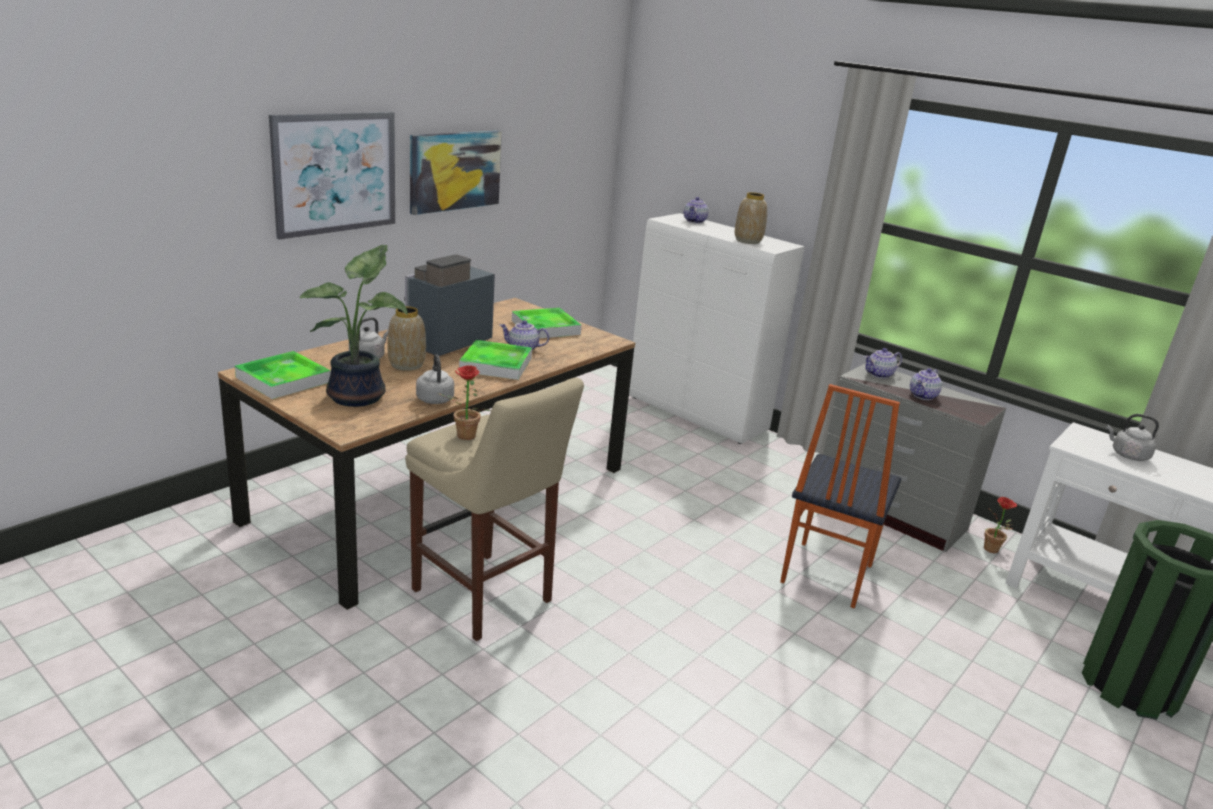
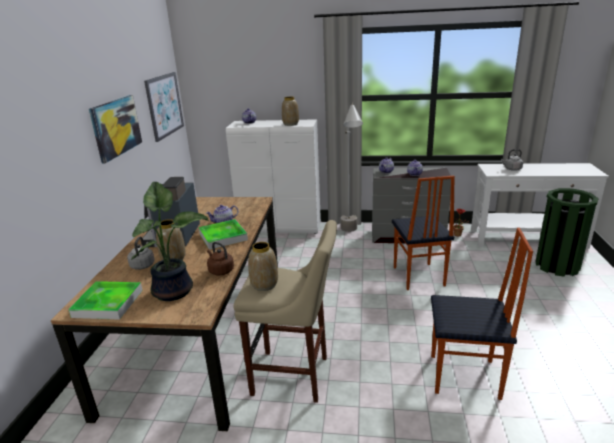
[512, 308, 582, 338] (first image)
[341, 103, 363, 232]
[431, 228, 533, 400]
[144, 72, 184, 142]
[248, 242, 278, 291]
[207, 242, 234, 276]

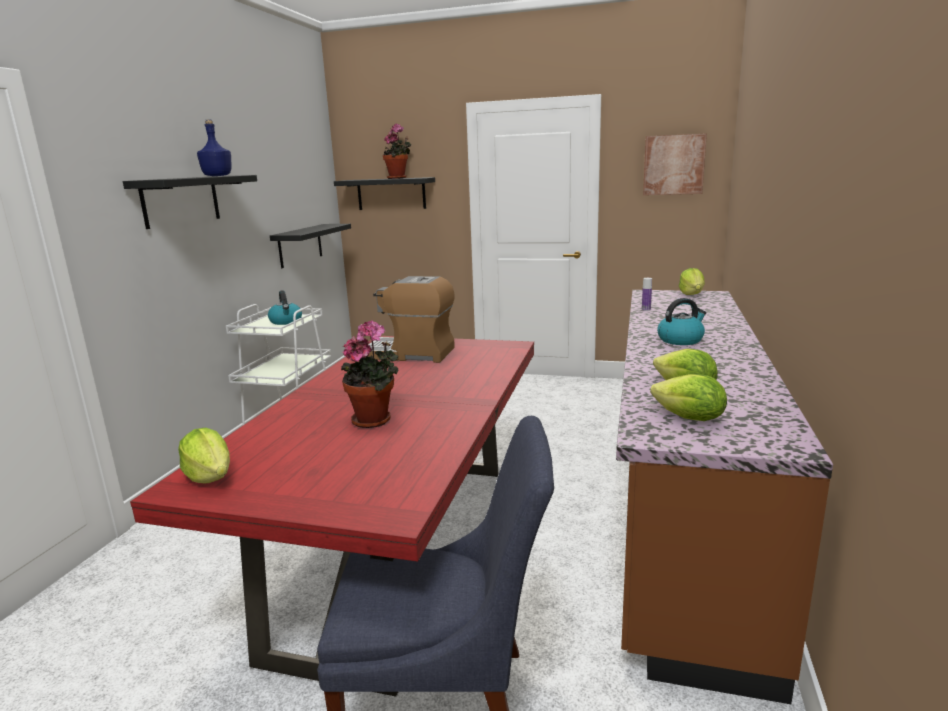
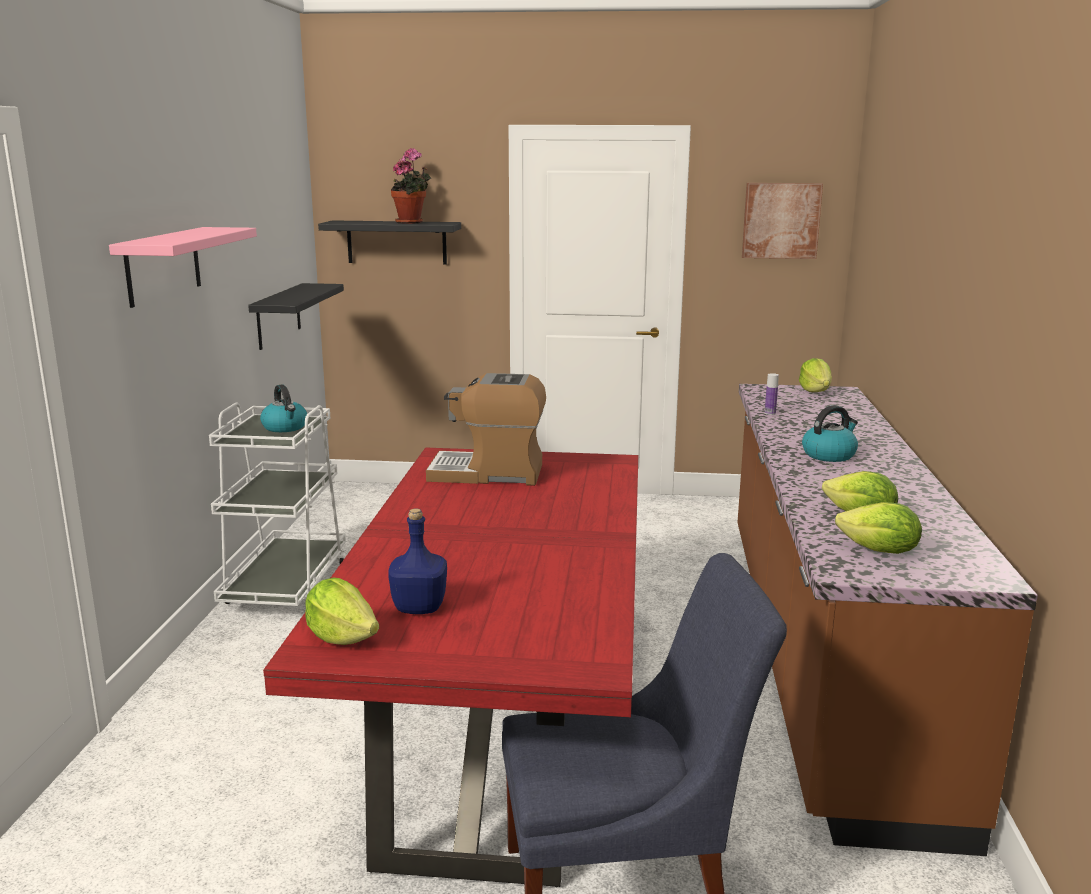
[341, 320, 399, 428] (first image)
[388, 508, 447, 614]
[109, 227, 257, 308]

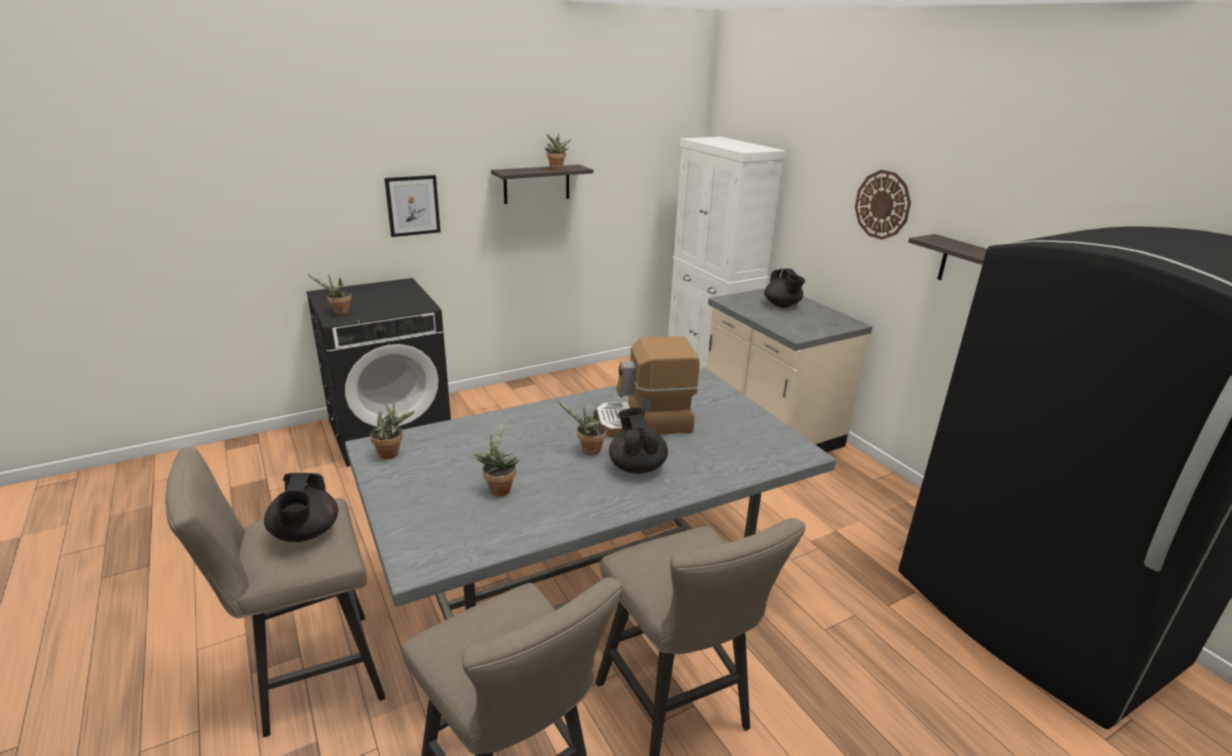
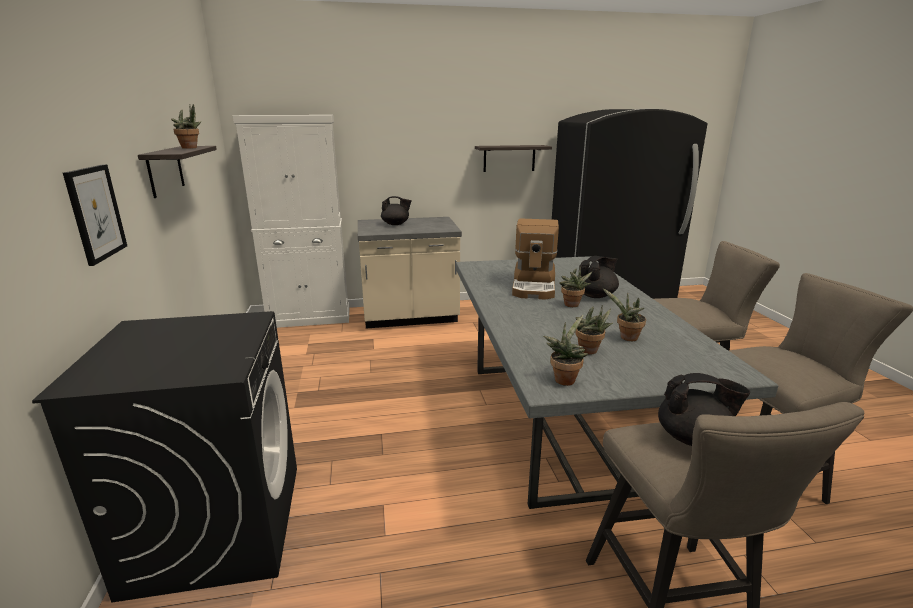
[855, 170, 911, 240] (first image)
[576, 305, 613, 355]
[577, 256, 619, 298]

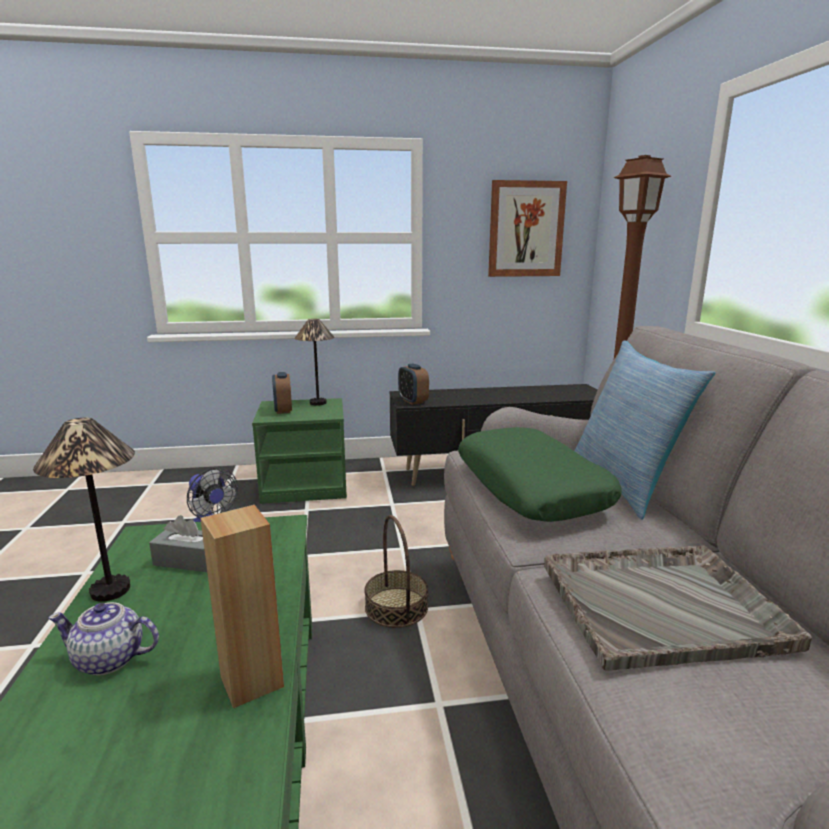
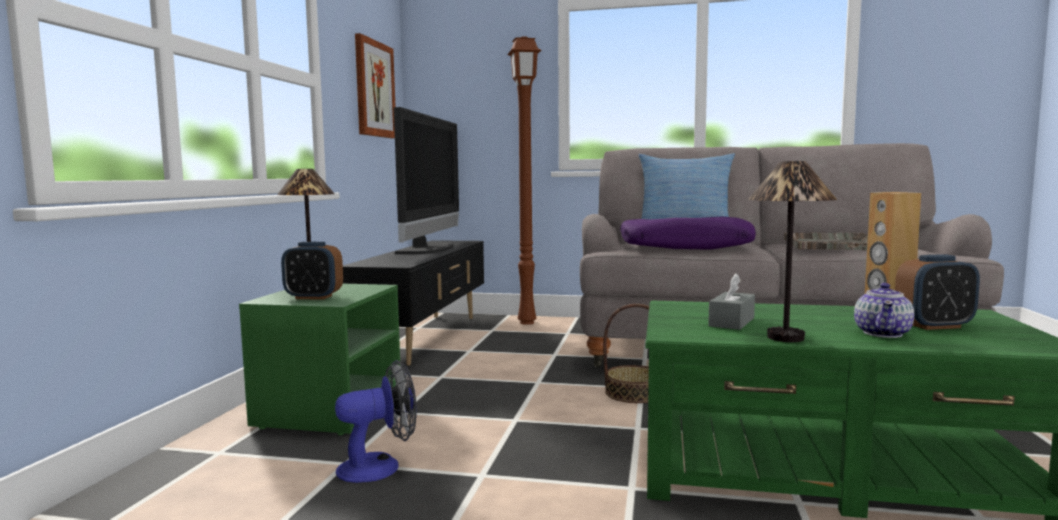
[394, 107, 459, 254]
[895, 255, 980, 330]
[620, 217, 756, 250]

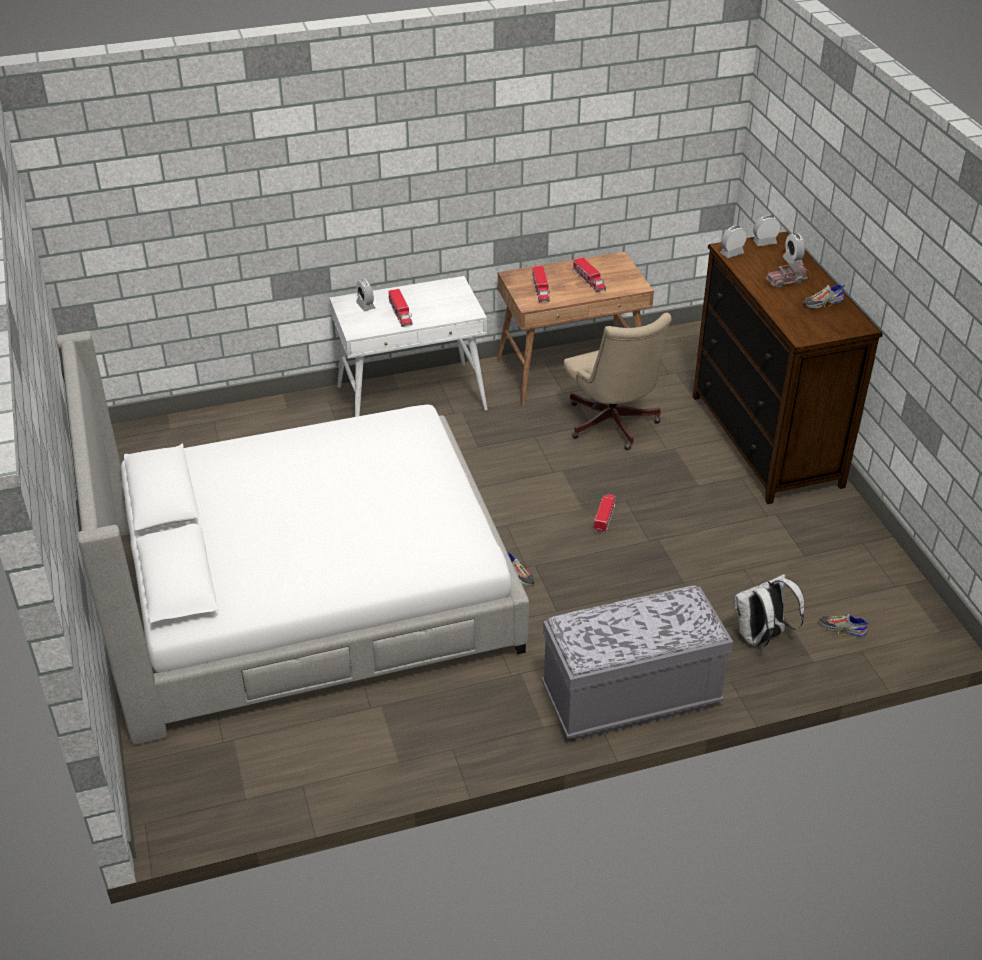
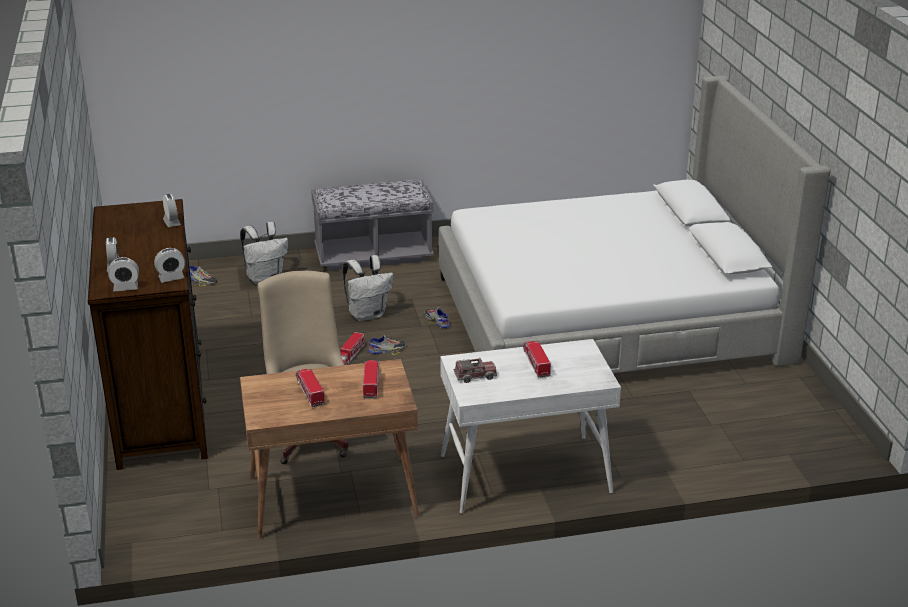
[343, 255, 393, 321]
[163, 194, 181, 227]
[453, 358, 497, 383]
[368, 335, 406, 355]

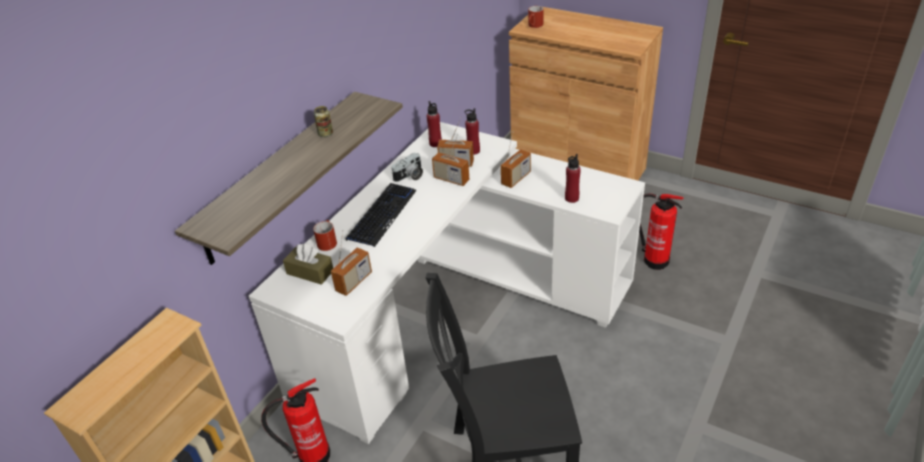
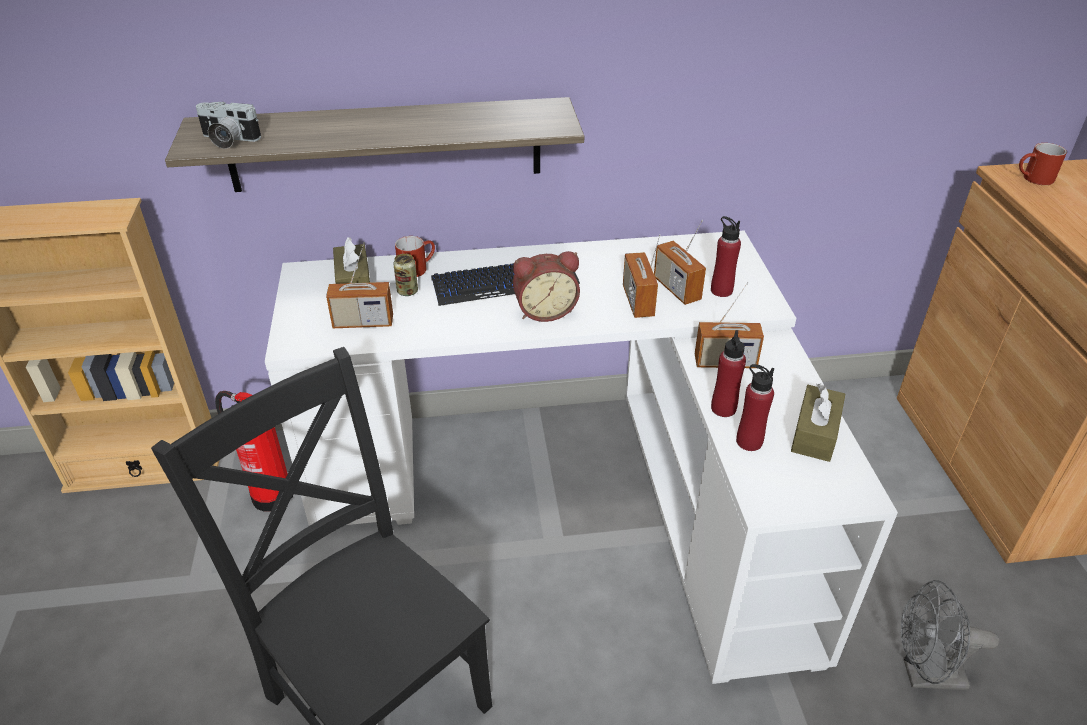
[513, 251, 580, 322]
[791, 383, 845, 462]
[393, 254, 418, 296]
[196, 102, 261, 149]
[711, 330, 746, 417]
[901, 580, 999, 690]

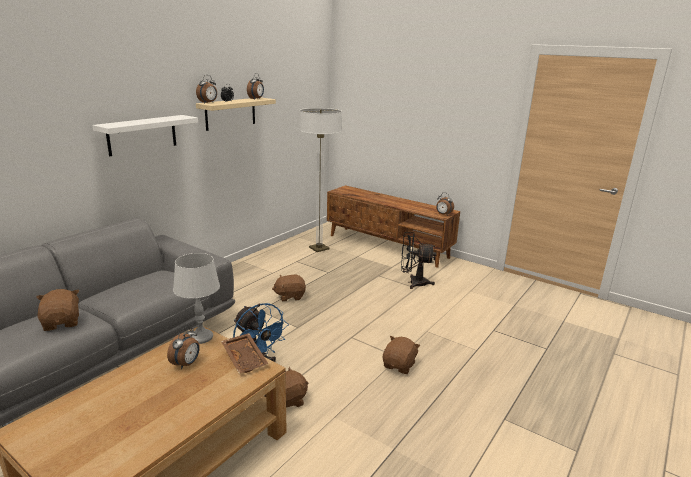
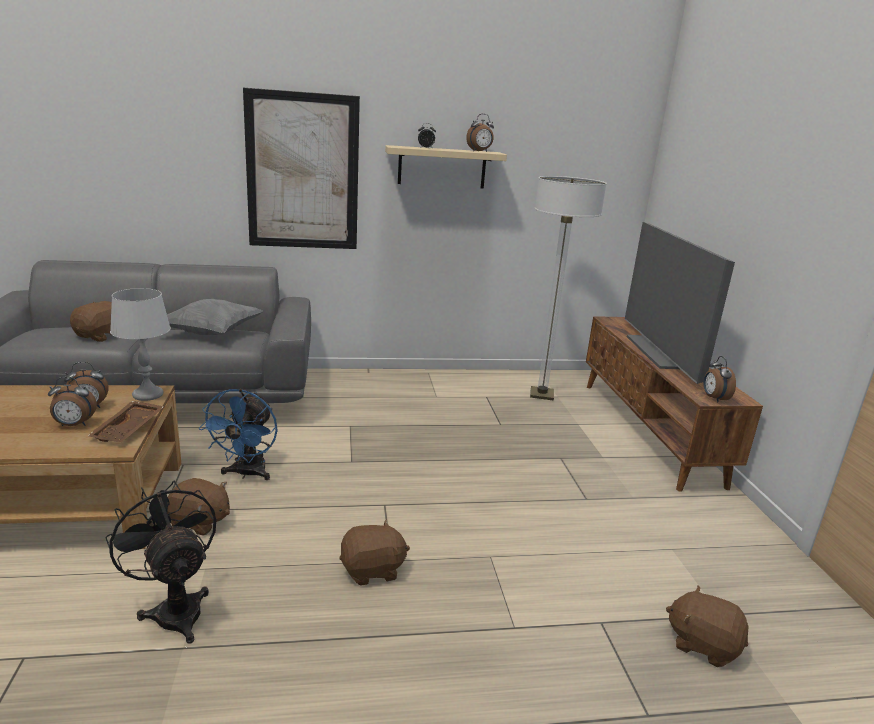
[167, 299, 263, 335]
[625, 222, 735, 384]
[48, 377, 97, 426]
[666, 585, 749, 667]
[105, 480, 216, 644]
[243, 88, 360, 249]

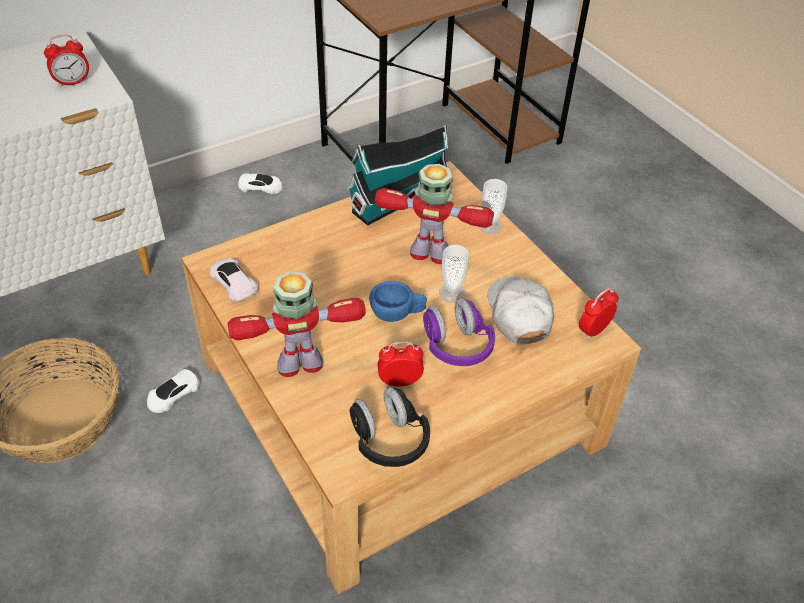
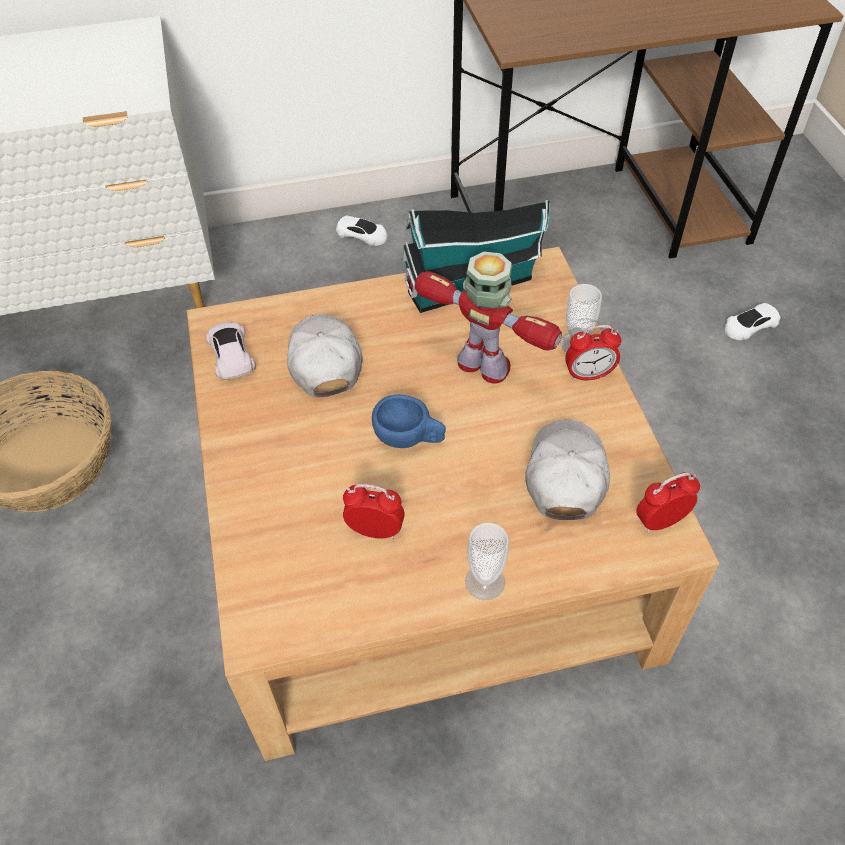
[227, 271, 366, 377] (first image)
[350, 387, 430, 467] (first image)
[423, 298, 495, 366] (first image)
[287, 314, 363, 397]
[565, 325, 621, 381]
[724, 303, 780, 340]
[465, 523, 509, 600]

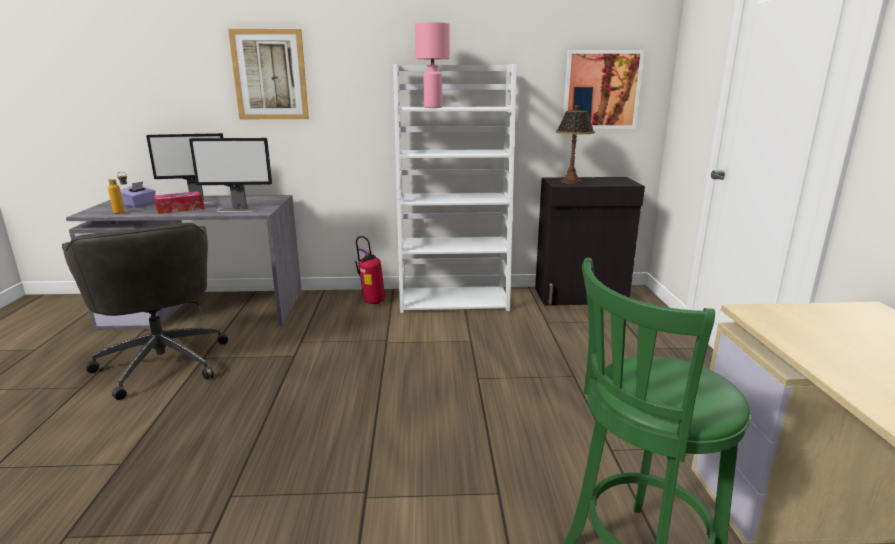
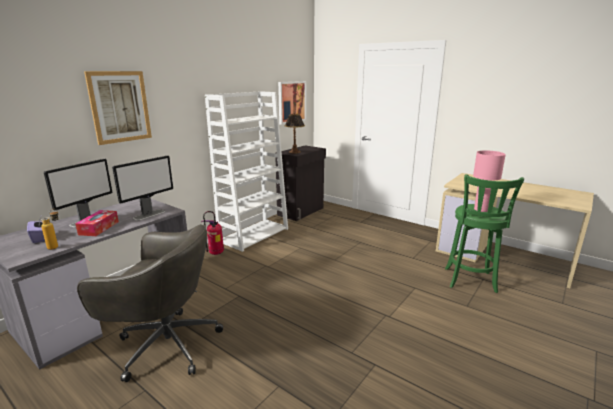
[473, 150, 506, 212]

